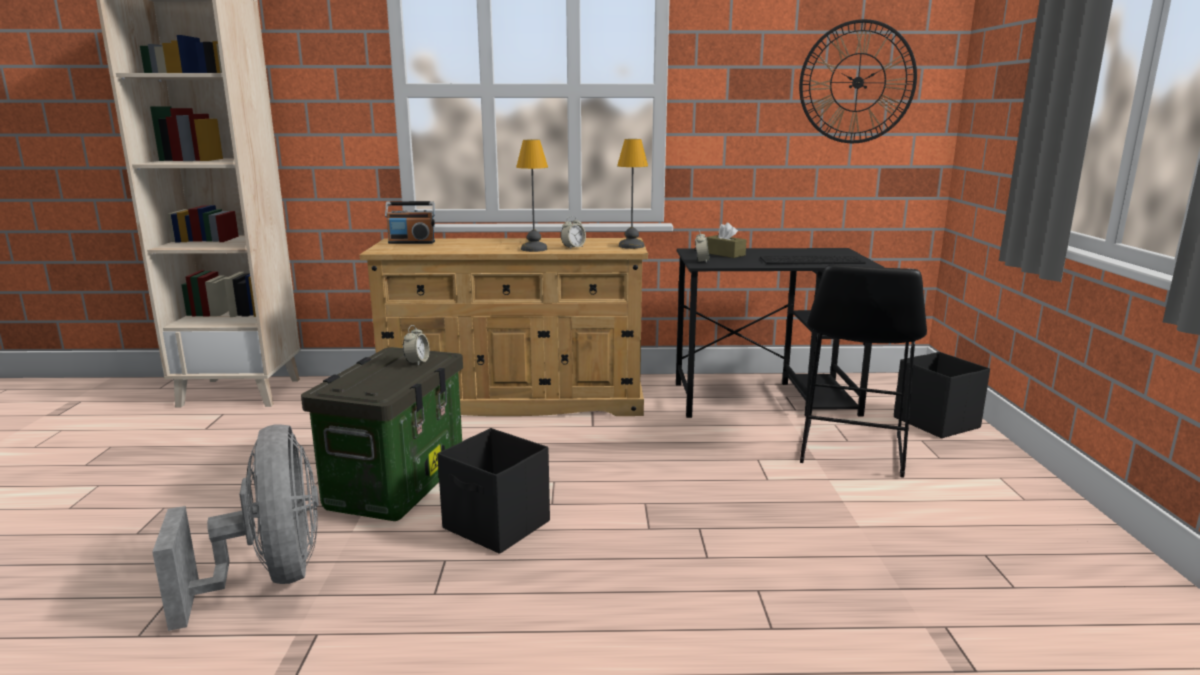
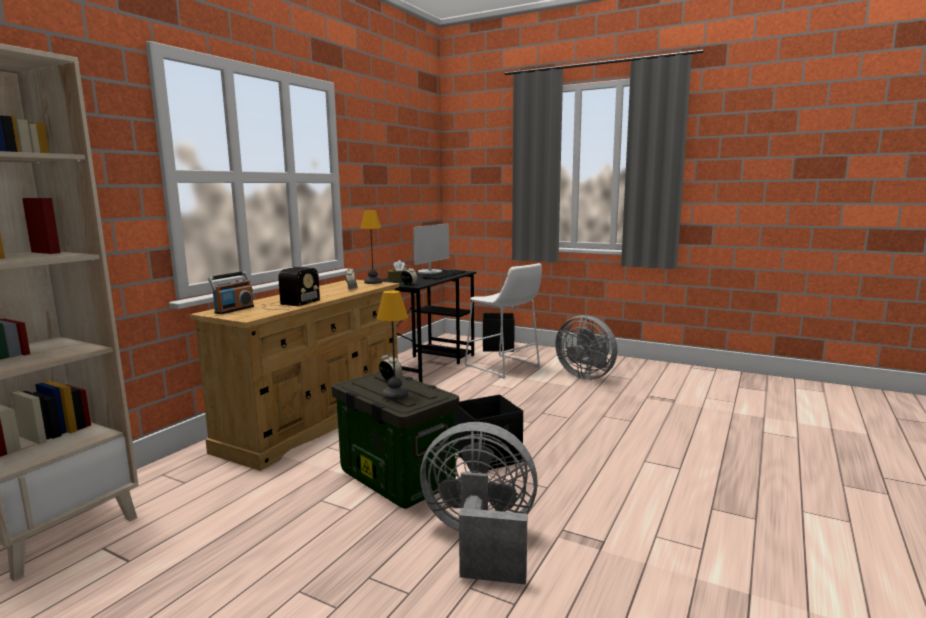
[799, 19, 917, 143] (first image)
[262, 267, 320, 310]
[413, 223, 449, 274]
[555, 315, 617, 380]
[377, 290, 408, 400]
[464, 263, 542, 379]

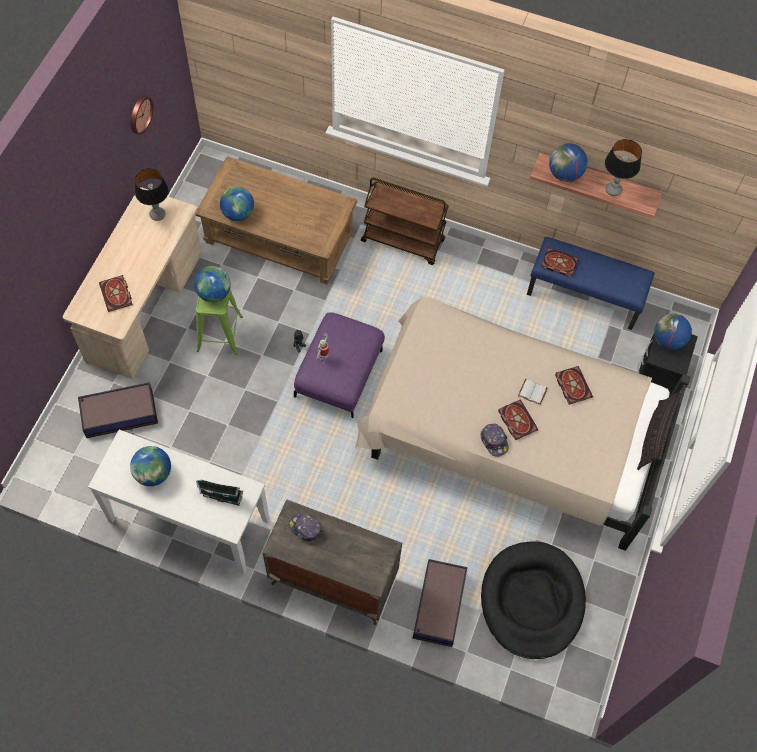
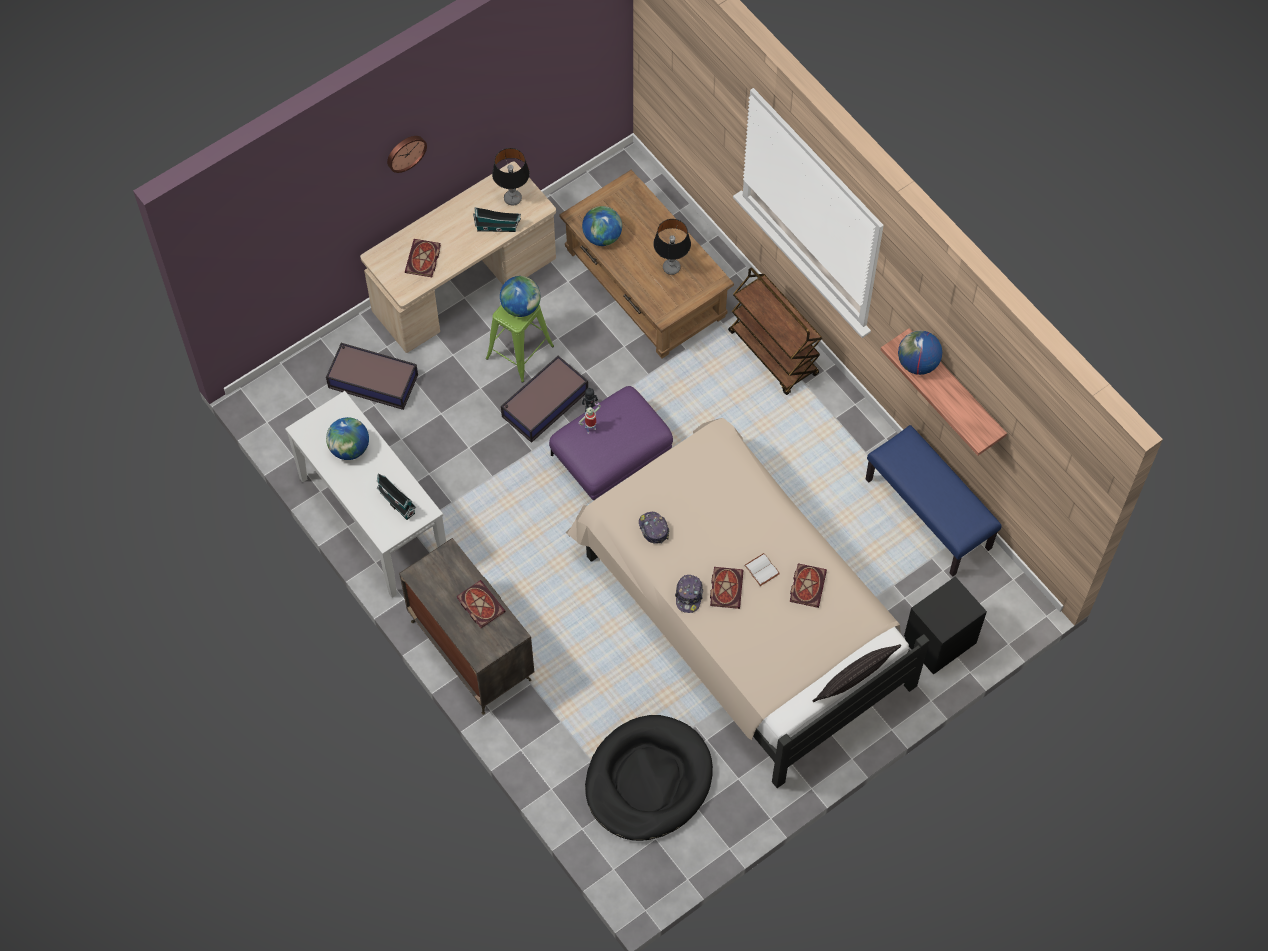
[654, 314, 692, 350] (first image)
[473, 207, 521, 232]
[387, 136, 427, 173]
[639, 512, 669, 544]
[501, 356, 588, 443]
[457, 580, 505, 628]
[653, 219, 691, 275]

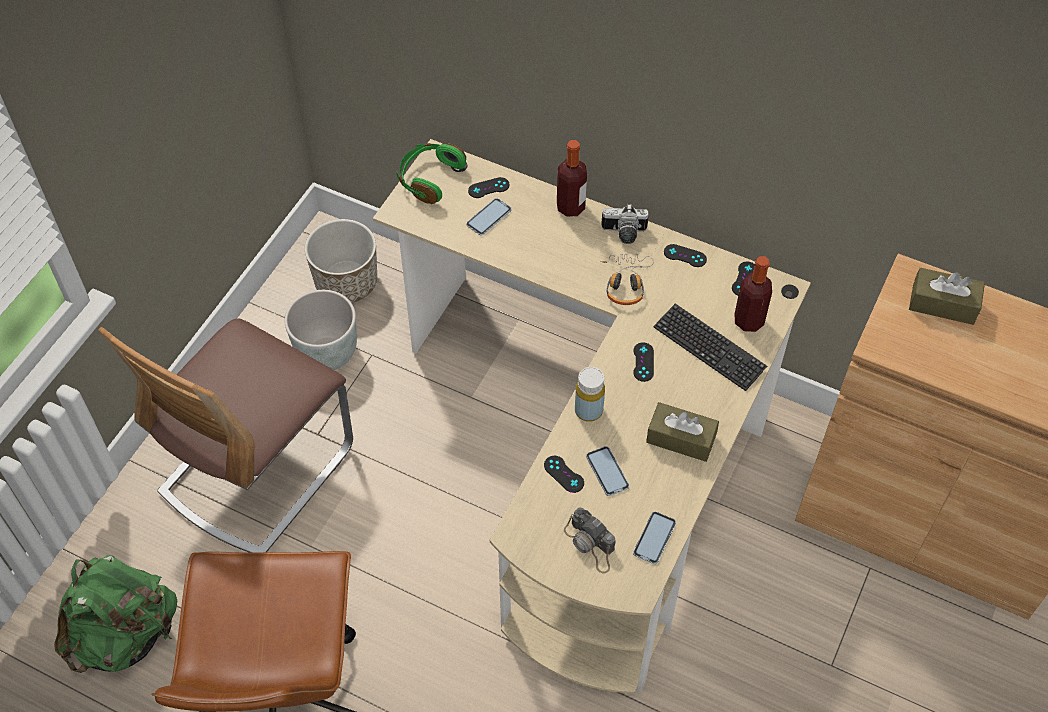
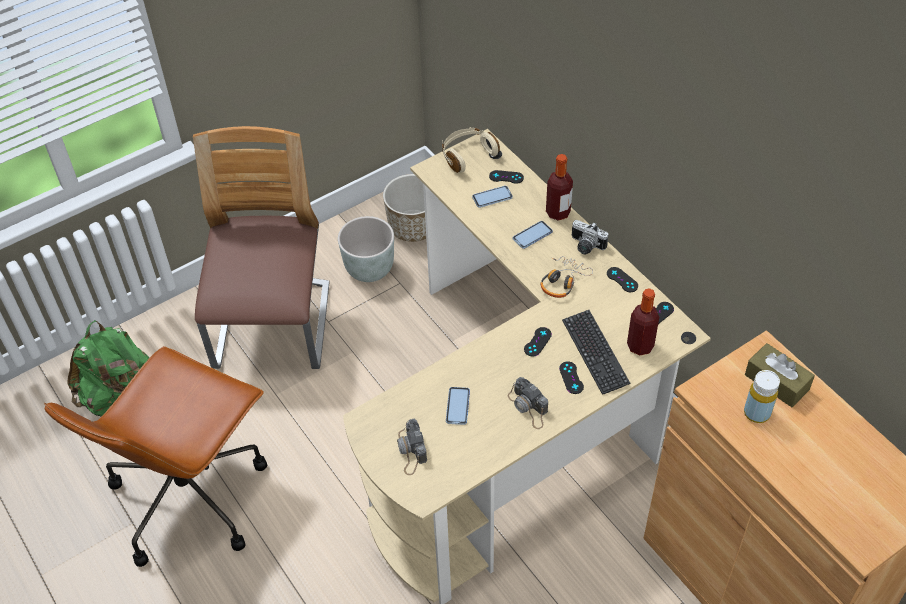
[559, 361, 584, 394]
[744, 370, 780, 423]
[513, 221, 553, 249]
[508, 377, 548, 429]
[442, 127, 500, 173]
[193, 126, 330, 369]

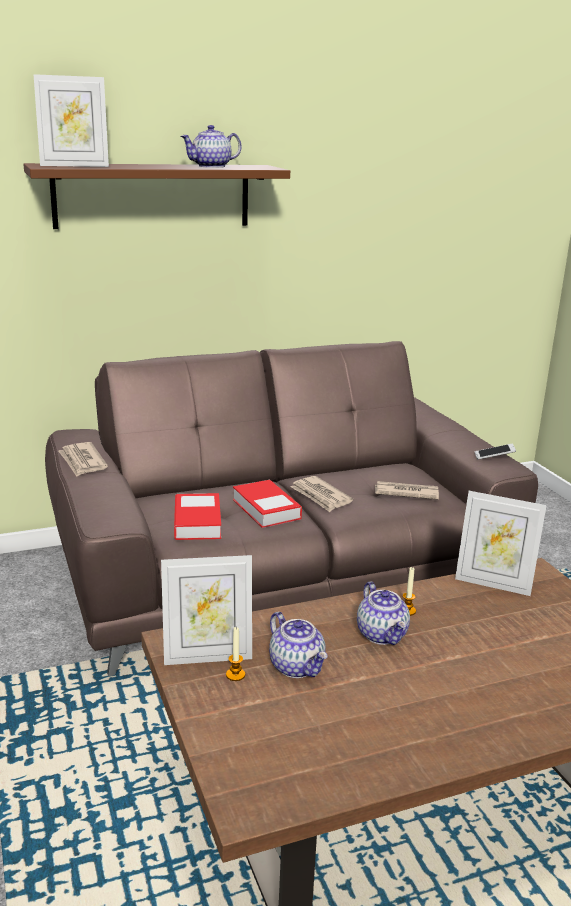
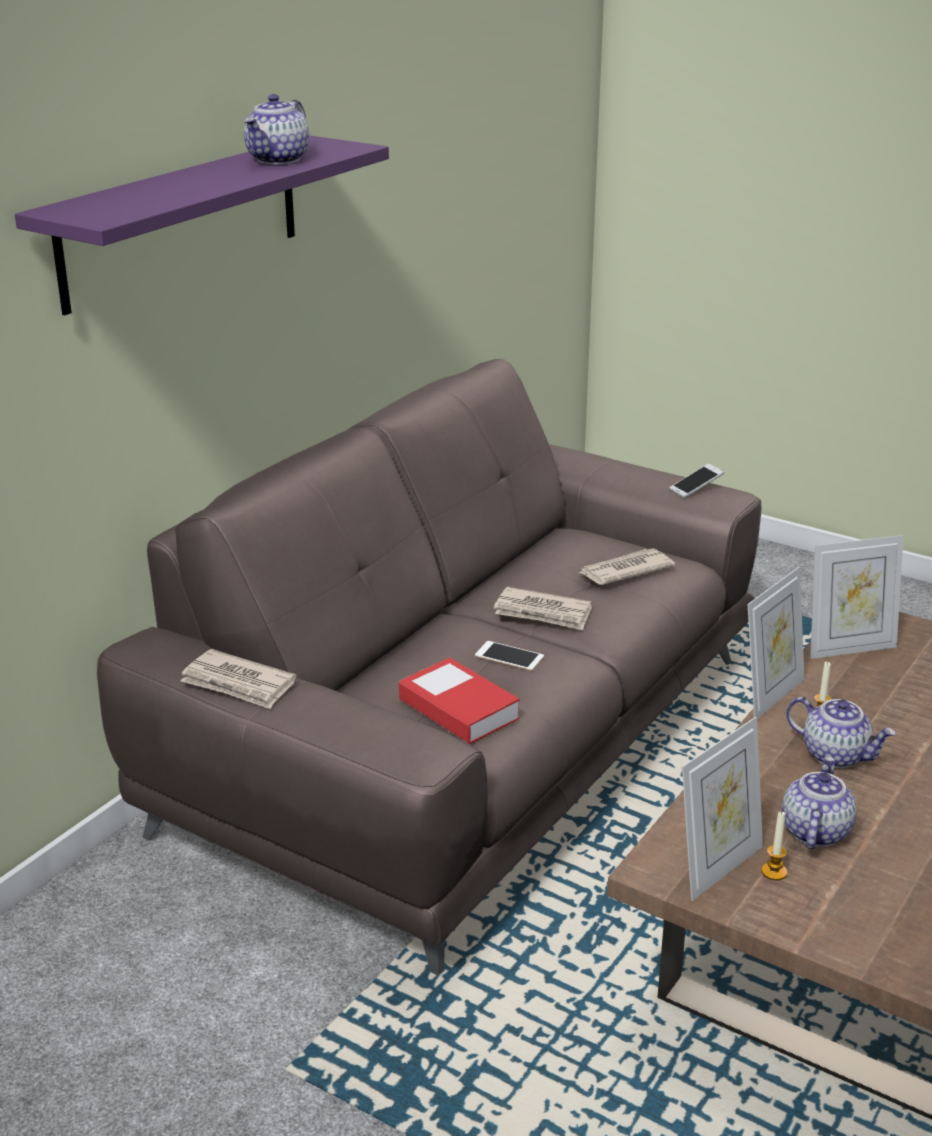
[748, 567, 805, 719]
[475, 641, 544, 671]
[15, 135, 389, 315]
[782, 757, 857, 849]

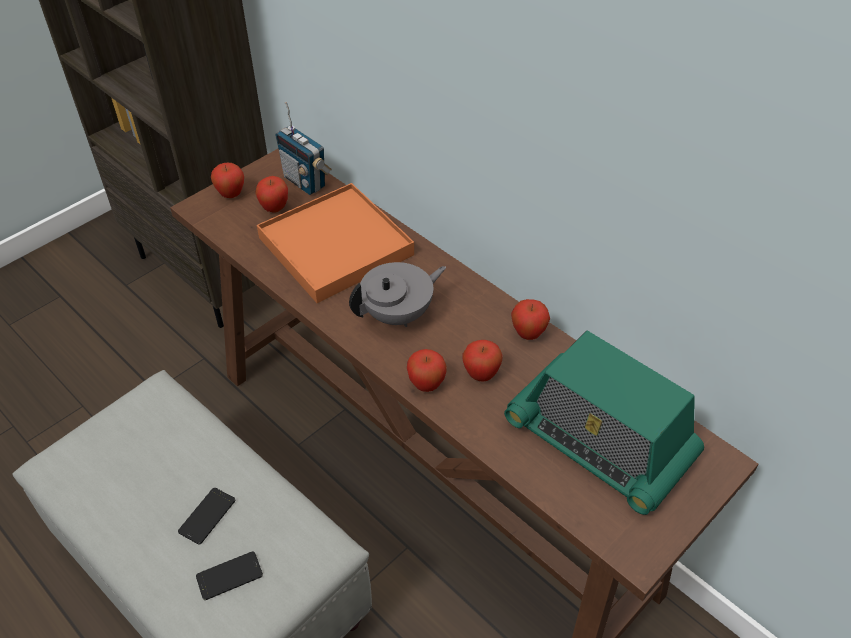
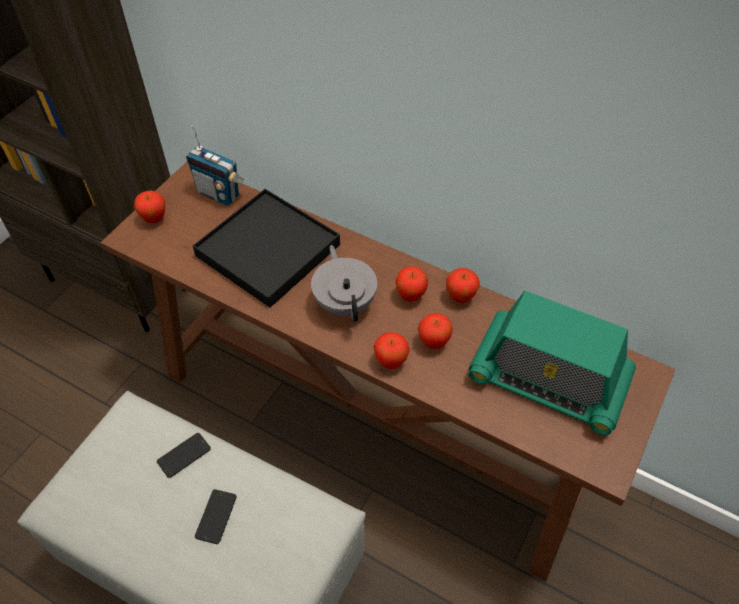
[157, 433, 211, 478]
[396, 266, 428, 302]
[193, 189, 340, 308]
[311, 245, 377, 322]

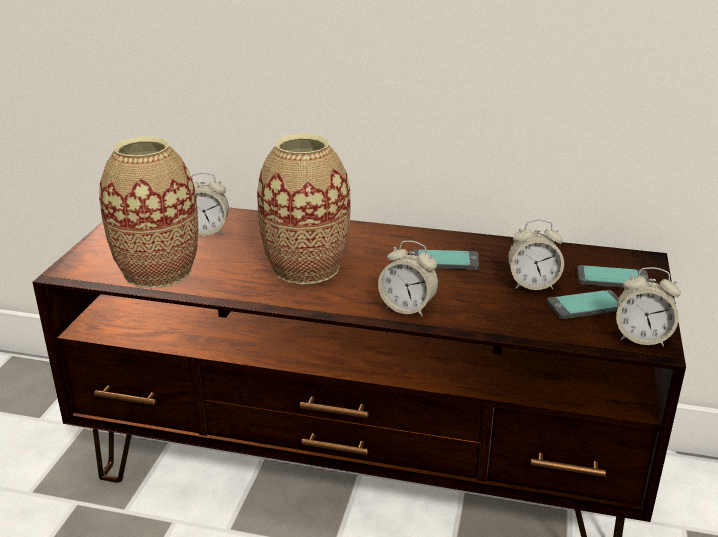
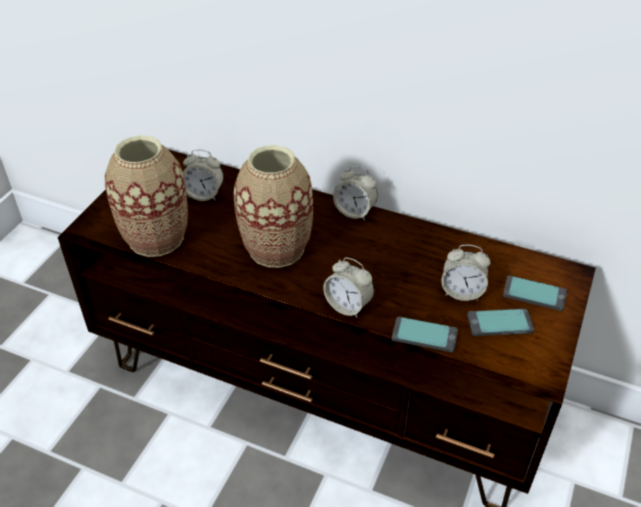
[392, 317, 458, 352]
[333, 166, 378, 220]

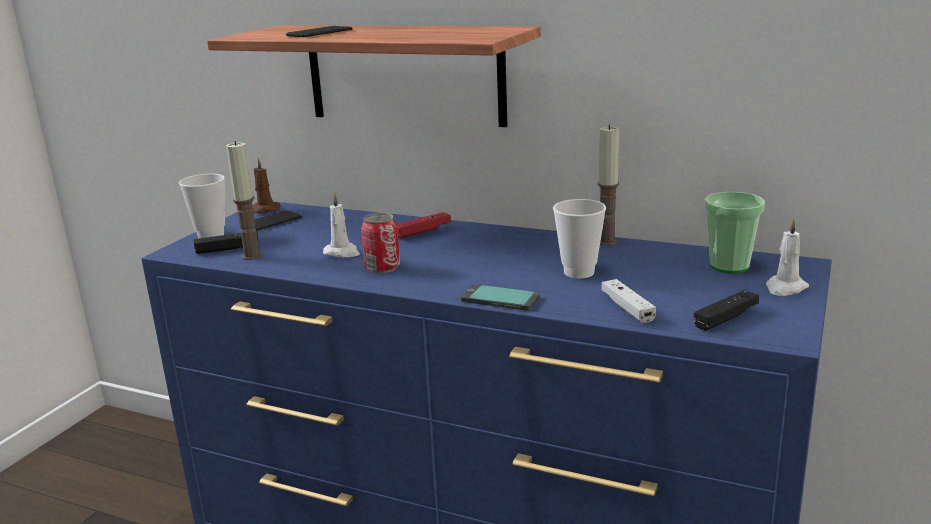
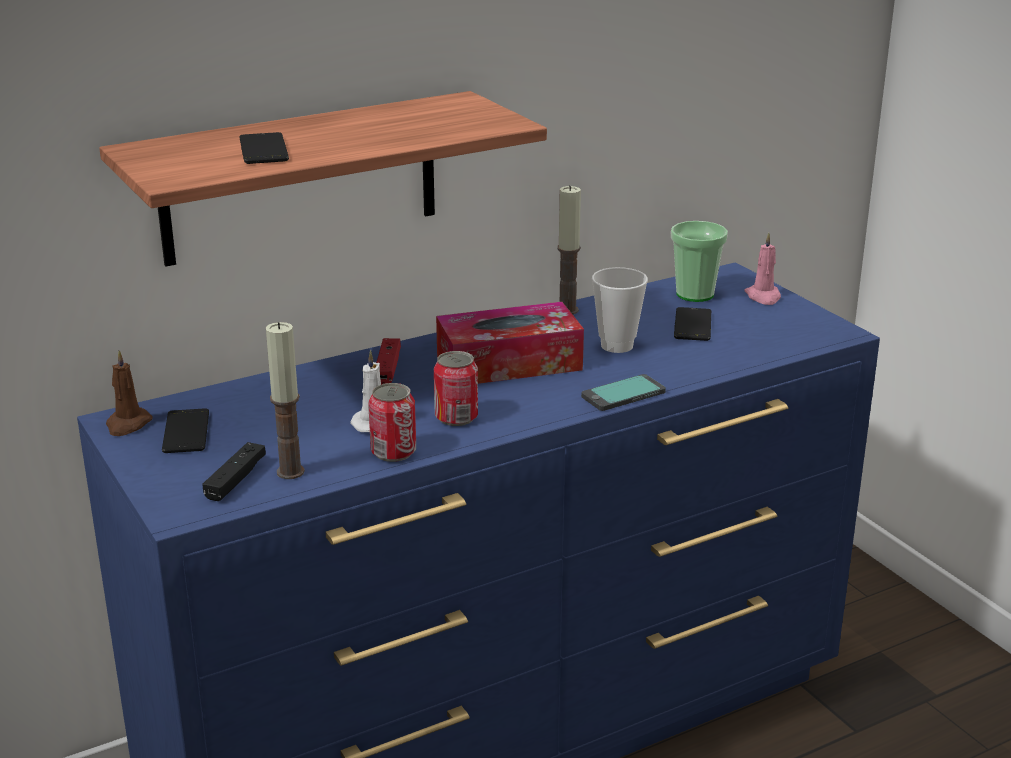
[179, 174, 225, 238] (first image)
[601, 279, 656, 323] (first image)
[694, 290, 759, 331] (first image)
[368, 383, 416, 462]
[436, 302, 584, 384]
[674, 307, 711, 341]
[744, 233, 781, 305]

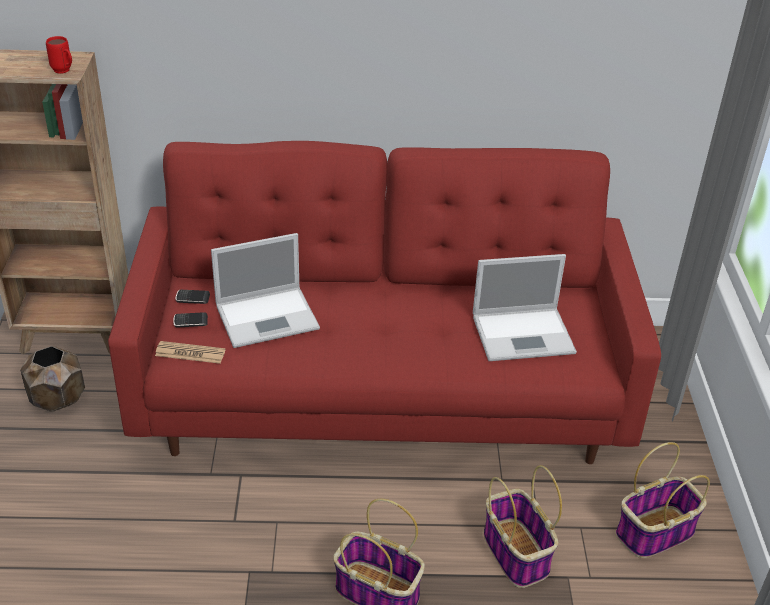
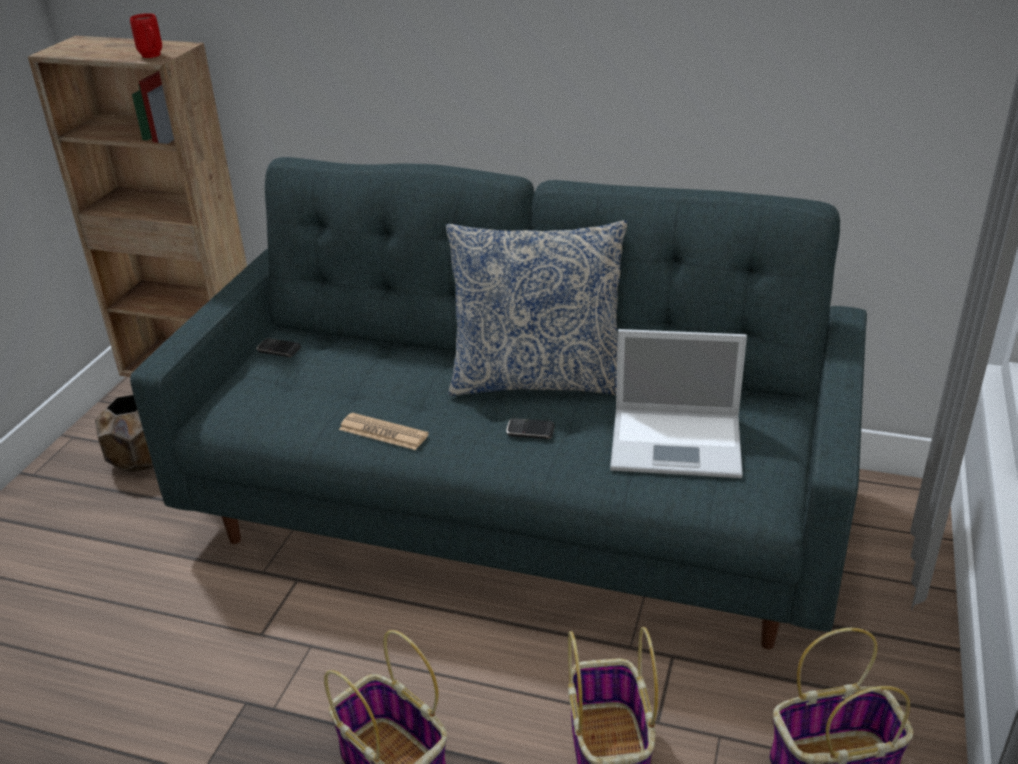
[211, 233, 320, 348] (first image)
[446, 220, 627, 396]
[339, 413, 429, 450]
[507, 418, 555, 439]
[130, 157, 867, 649]

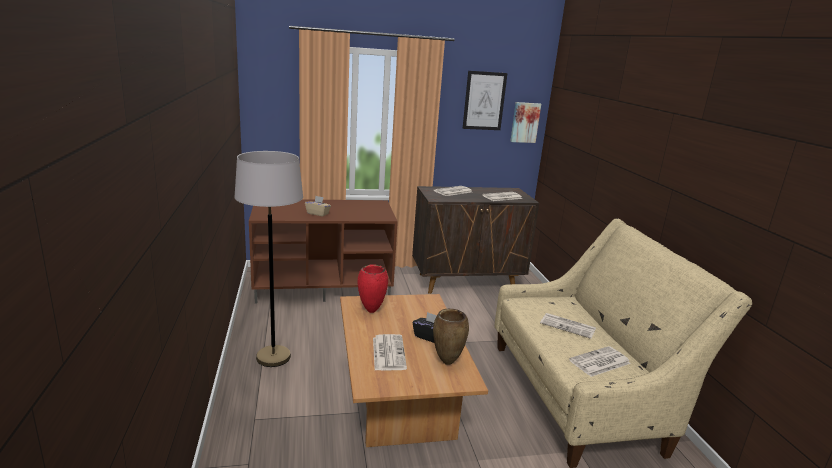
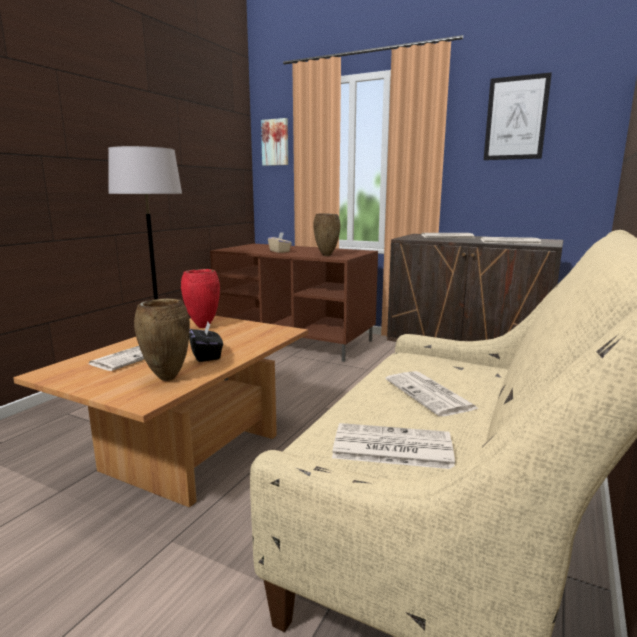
[313, 213, 340, 256]
[261, 118, 288, 166]

